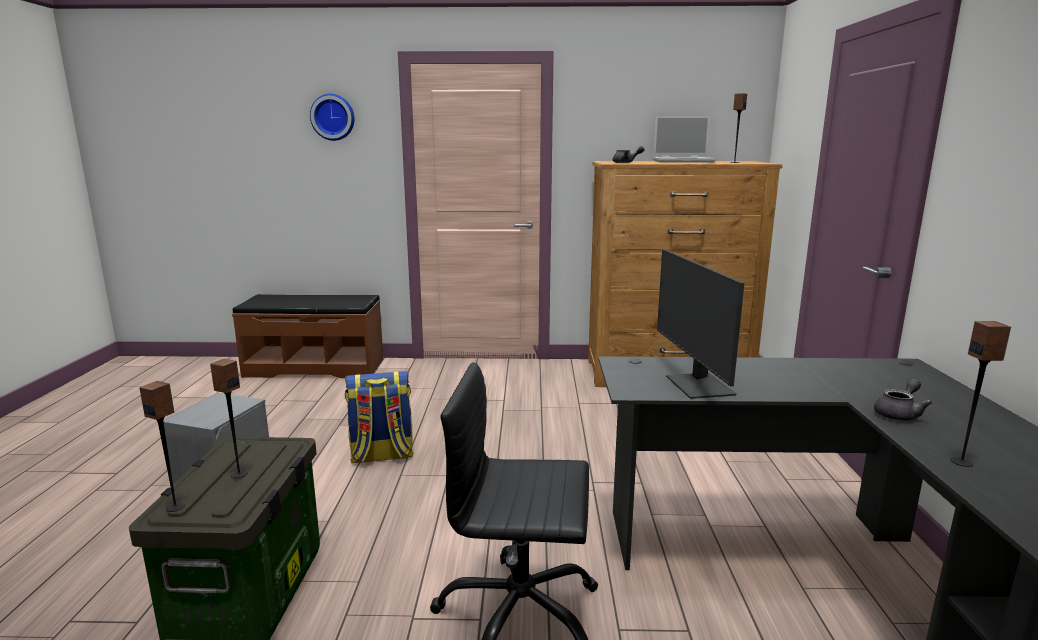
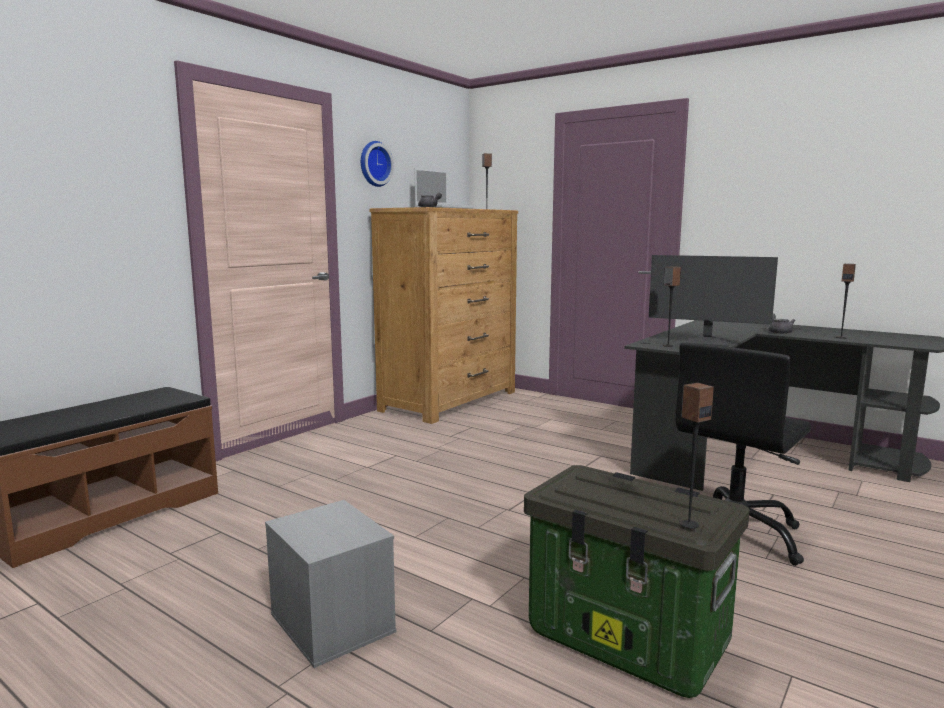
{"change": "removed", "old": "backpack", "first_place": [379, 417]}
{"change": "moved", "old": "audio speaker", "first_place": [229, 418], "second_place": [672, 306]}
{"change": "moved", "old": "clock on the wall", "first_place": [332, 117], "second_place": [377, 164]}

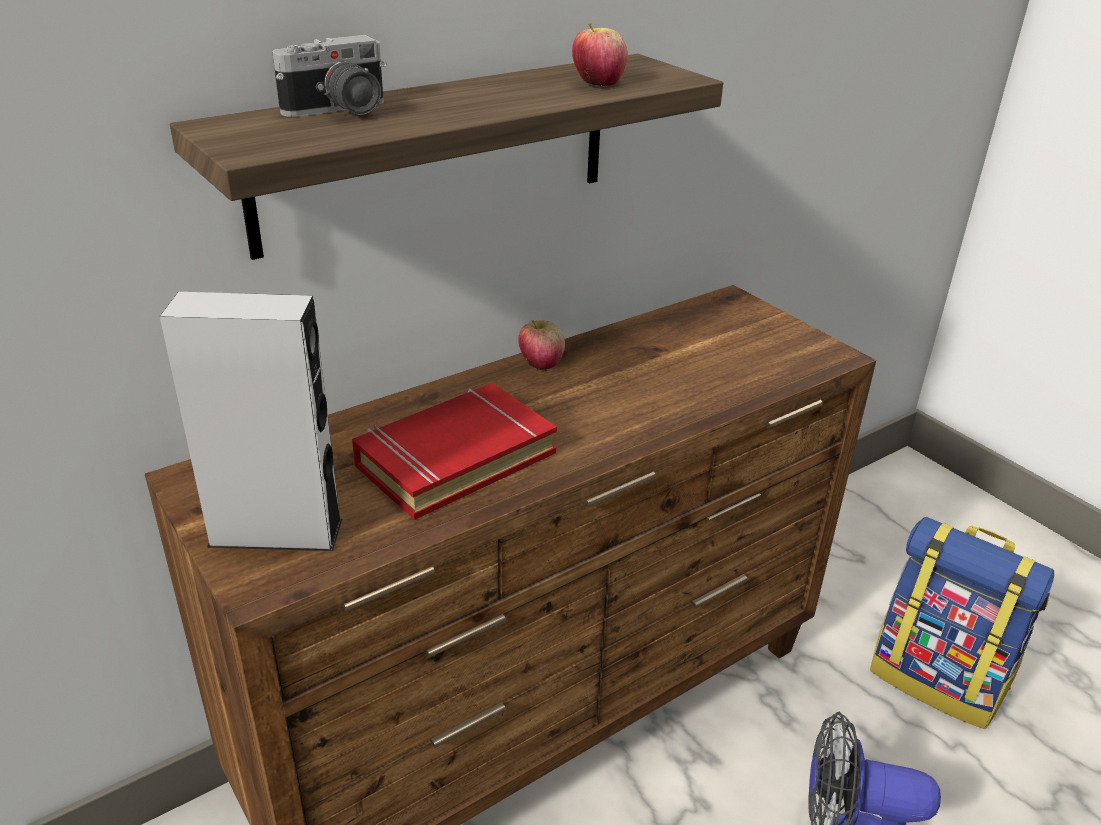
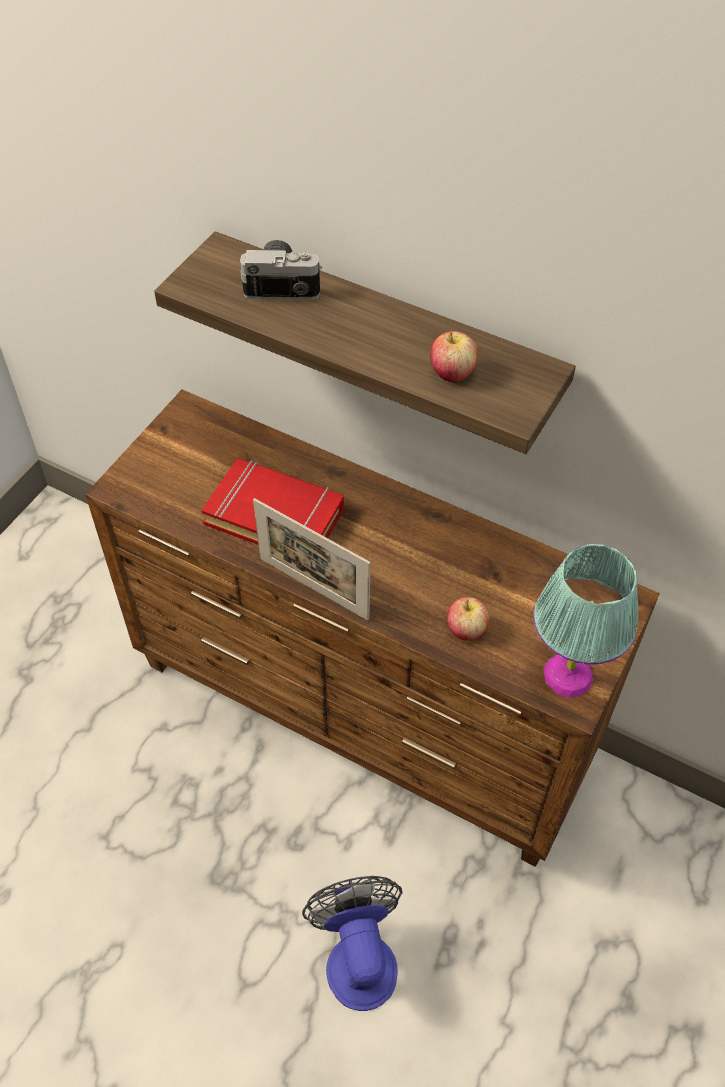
{"change": "removed", "old": "audio speaker in grey", "first_place": [251, 421]}
{"change": "removed", "old": "backpack", "first_place": [962, 623]}
{"change": "added", "new": "standing frame", "second_place": [311, 559]}
{"change": "added", "new": "lamp for a table in blue-green", "second_place": [585, 621]}
{"change": "moved", "old": "apple fruit", "first_place": [541, 345], "second_place": [468, 619]}
{"change": "turned", "old": "still camera", "first_place": [329, 76], "second_place": [281, 270], "degrees": 150}

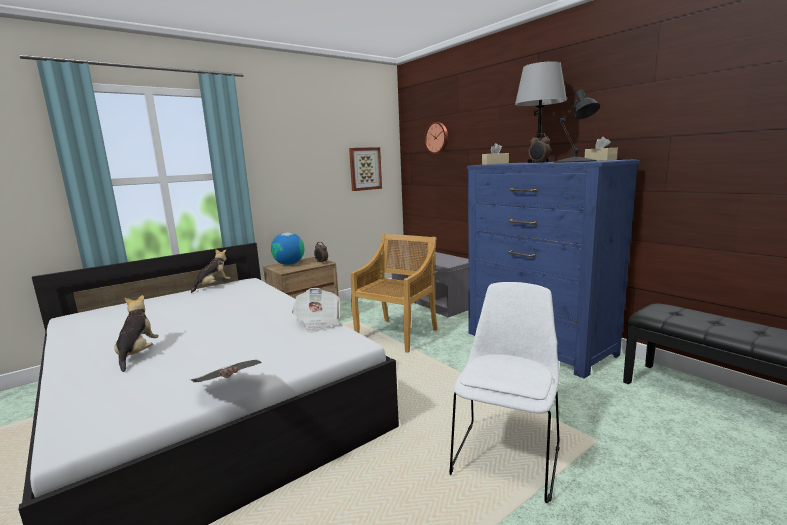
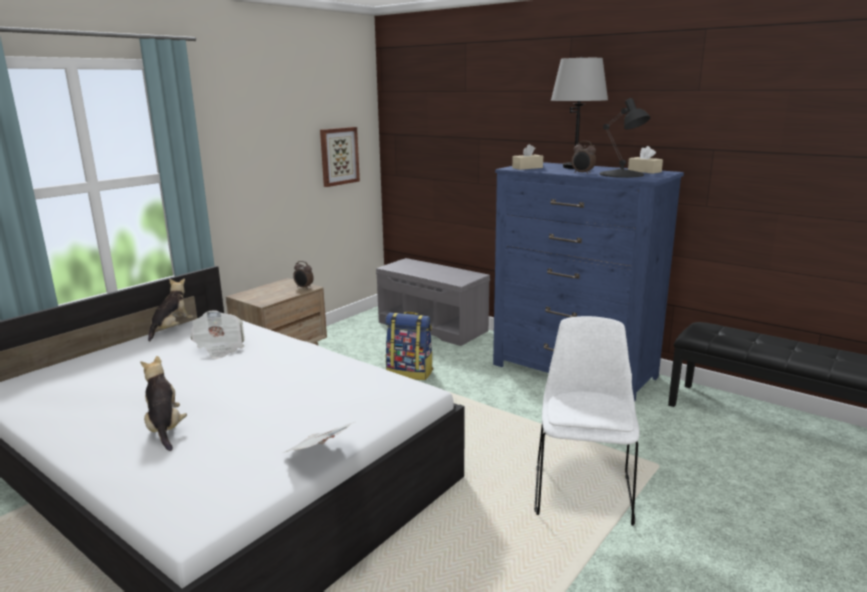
{"change": "removed", "old": "desk globe", "first_place": [287, 248]}
{"change": "removed", "old": "clock on the wall", "first_place": [436, 138]}
{"change": "moved", "old": "printed paper", "first_place": [316, 310], "second_place": [217, 334]}
{"change": "replaced", "old": "plain chair in sand-coloured", "new": "backpack", "first_place": [394, 293], "second_place": [409, 346]}

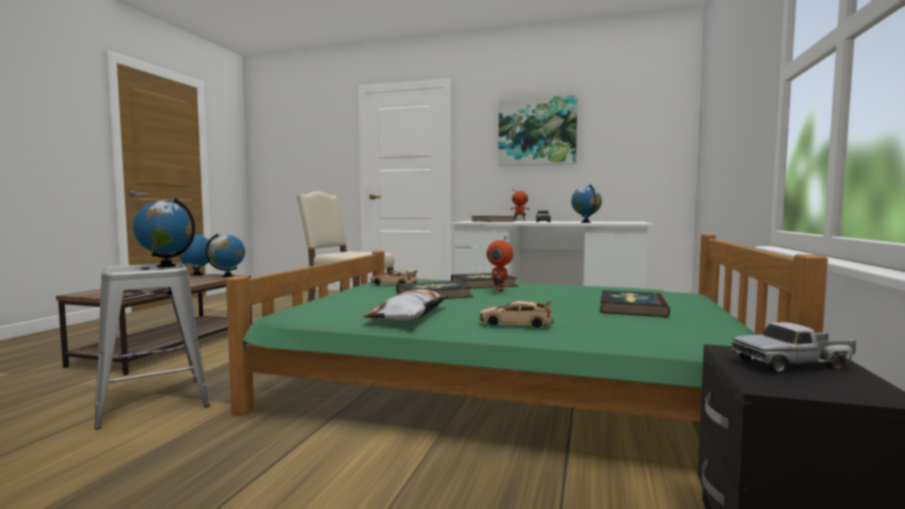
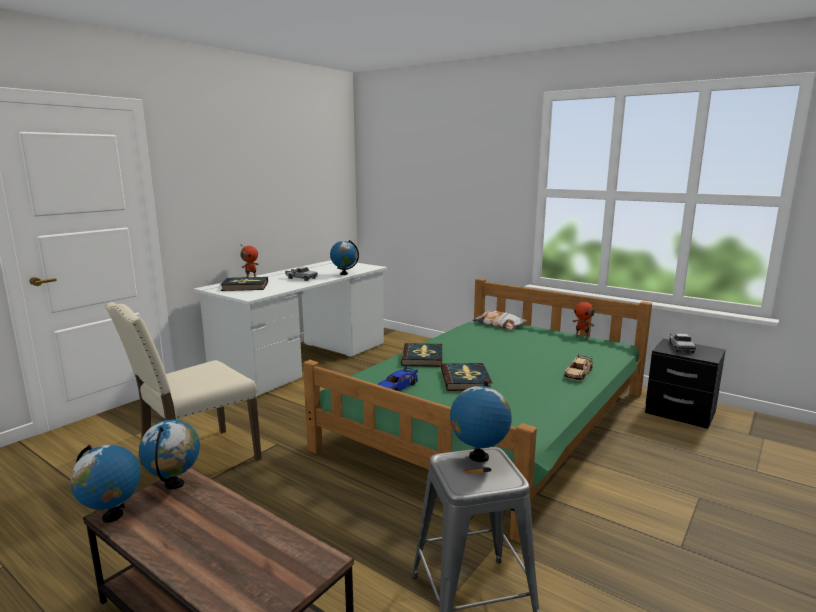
{"change": "removed", "old": "wall picture", "first_place": [538, 130]}
{"change": "removed", "old": "bound book", "first_place": [635, 303]}
{"change": "moved", "old": "cushion", "first_place": [405, 305], "second_place": [499, 320]}
{"change": "moved", "old": "model robot", "first_place": [500, 265], "second_place": [583, 318]}
{"change": "recoloured", "old": "miniature car in sand-coloured", "new": "miniature car in blue-coloured", "first_place": [394, 277], "second_place": [397, 378]}

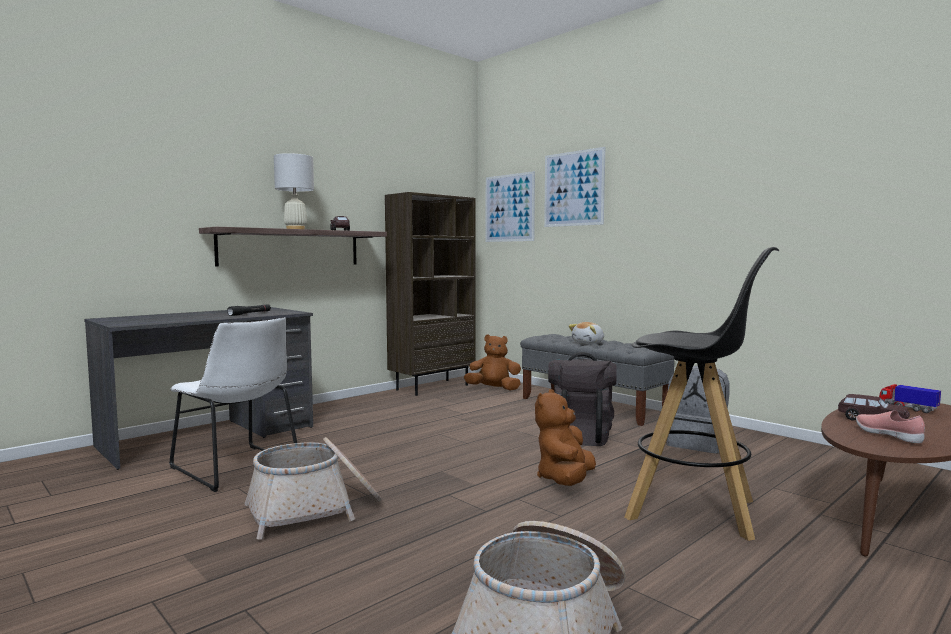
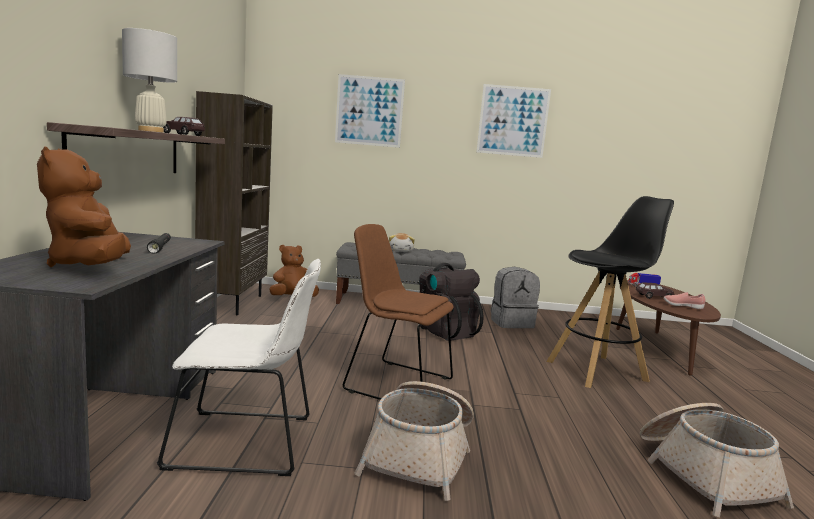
{"change": "added", "new": "plain chair in brown-coloured", "second_place": [398, 312]}
{"change": "moved", "old": "wall picture", "first_place": [510, 206], "second_place": [514, 121]}
{"change": "moved", "old": "cuddly toy in brown-coloured", "first_place": [565, 437], "second_place": [84, 206]}

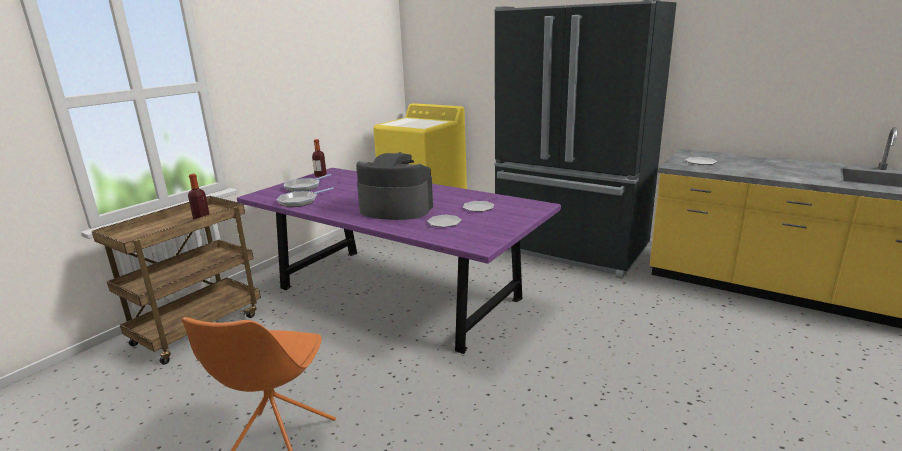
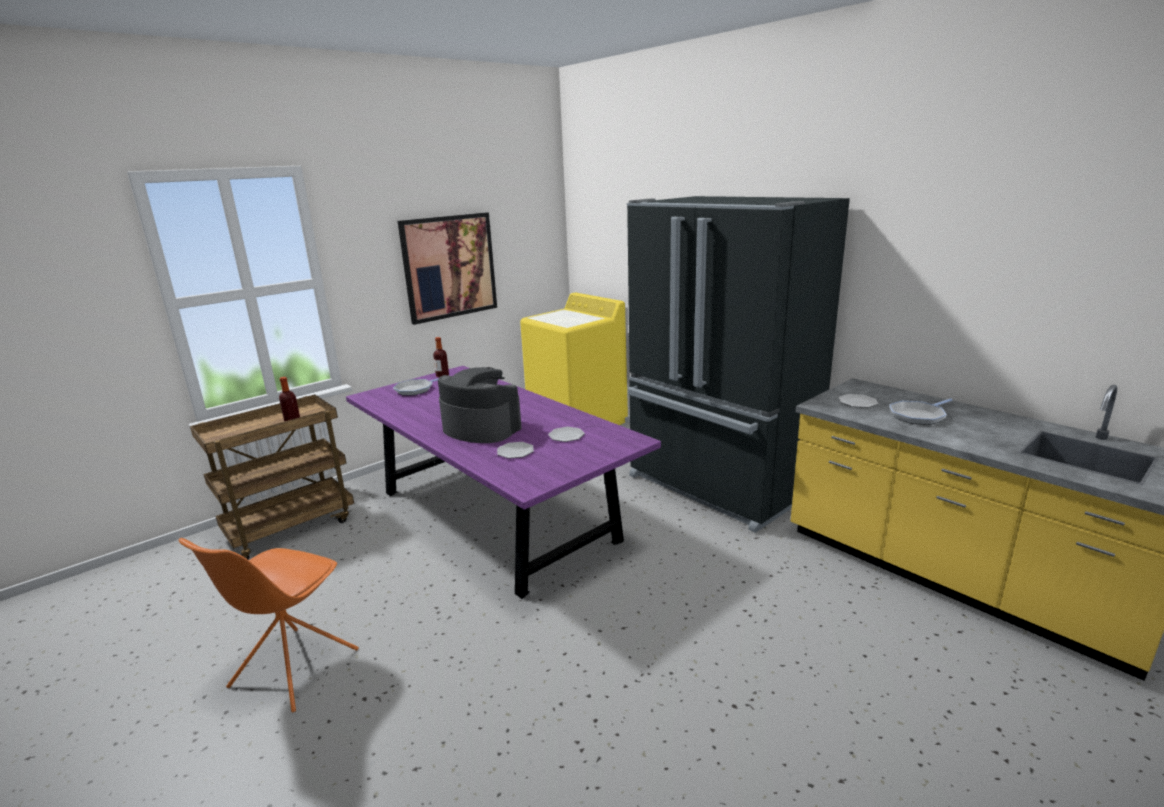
{"change": "added", "new": "wall picture", "second_place": [447, 268]}
{"change": "moved", "old": "frying pan", "first_place": [305, 197], "second_place": [920, 411]}

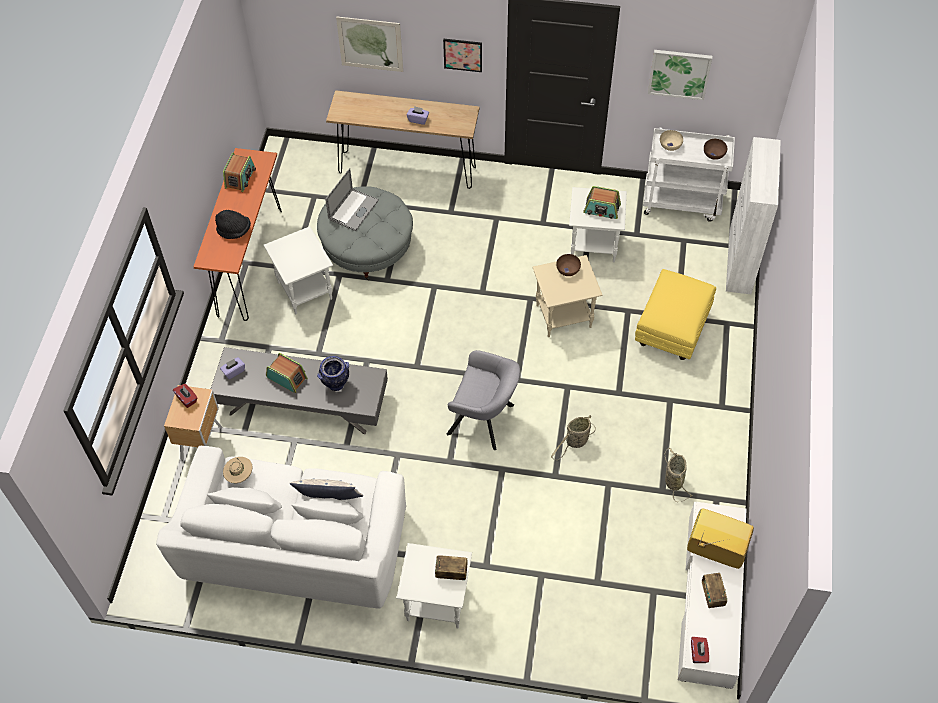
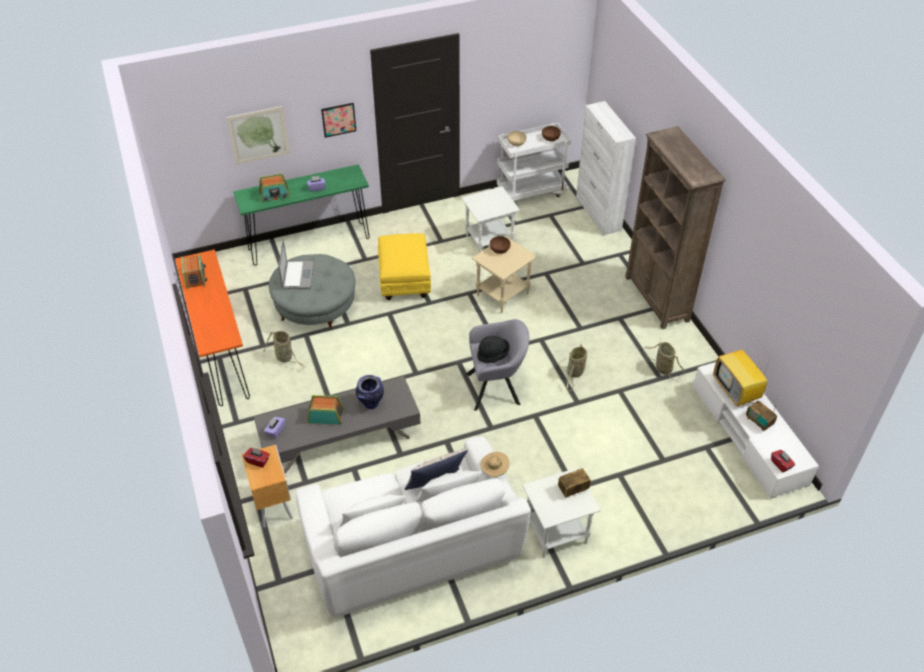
{"change": "removed", "old": "wall picture", "first_place": [680, 75]}
{"change": "added", "new": "bookcase in brown-coloured", "second_place": [675, 227]}
{"change": "moved", "old": "wearable hat in blackish", "first_place": [233, 224], "second_place": [493, 349]}
{"change": "moved", "old": "wearable hat in sand-coloured", "first_place": [237, 470], "second_place": [495, 464]}
{"change": "moved", "old": "radio set", "first_place": [602, 202], "second_place": [275, 188]}
{"change": "moved", "old": "footrest in yellow-coloured", "first_place": [675, 314], "second_place": [404, 266]}
{"change": "replaced", "old": "accent table in white-coloured", "new": "basket", "first_place": [298, 270], "second_place": [284, 349]}
{"change": "recoloured", "old": "console table in brown-coloured", "new": "console table in green", "first_place": [403, 139], "second_place": [301, 215]}
{"change": "turned", "old": "television", "first_place": [720, 538], "second_place": [741, 378], "degrees": -105}

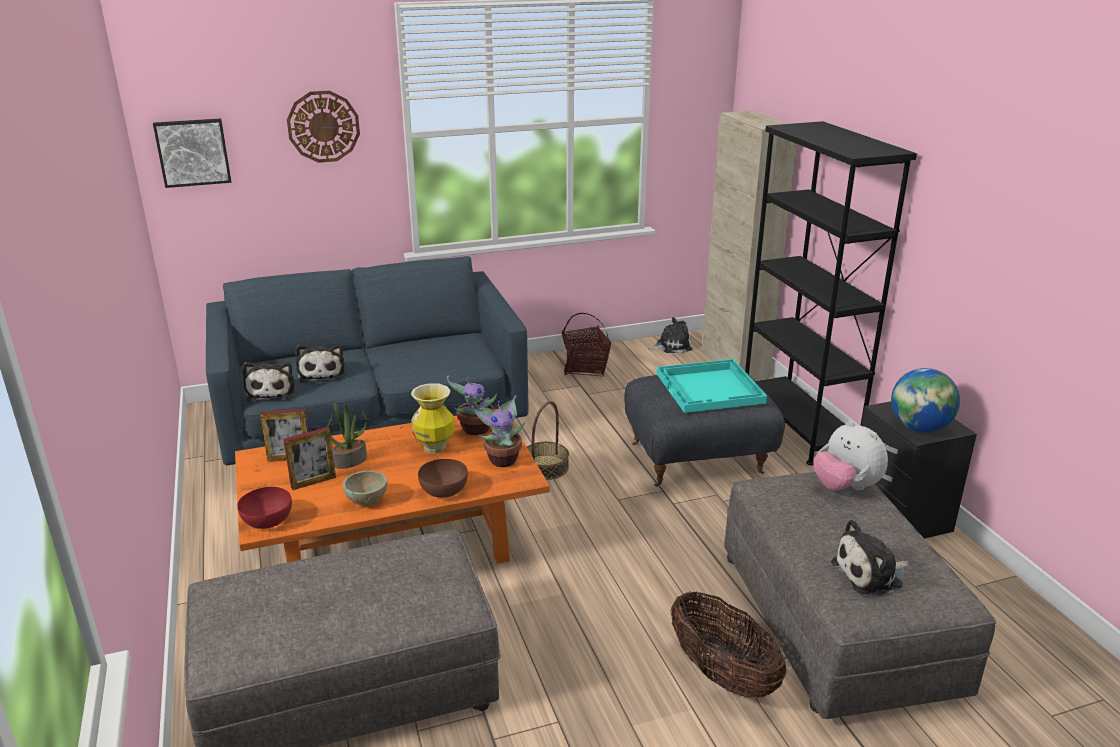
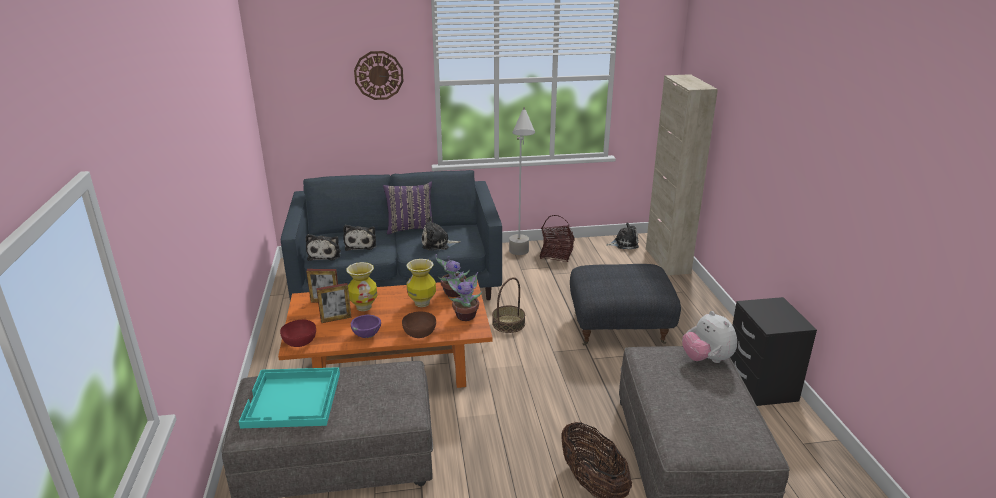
{"change": "removed", "old": "wall picture", "first_place": [192, 153]}
{"change": "removed", "old": "bookcase in blackish", "first_place": [831, 293]}
{"change": "removed", "old": "desk globe", "first_place": [925, 400]}
{"change": "added", "new": "cushion in purple-coloured", "second_place": [408, 208]}
{"change": "added", "new": "standard lamp in grey", "second_place": [522, 181]}
{"change": "moved", "old": "serving tray in blue-green", "first_place": [712, 386], "second_place": [289, 398]}
{"change": "moved", "old": "cuddly toy", "first_place": [870, 558], "second_place": [441, 234]}
{"change": "replaced", "old": "houseplant", "new": "flower vase", "first_place": [347, 436], "second_place": [361, 286]}
{"change": "recoloured", "old": "serving bowl in sand-coloured", "new": "serving bowl in purple-coloured", "first_place": [365, 487], "second_place": [366, 326]}

